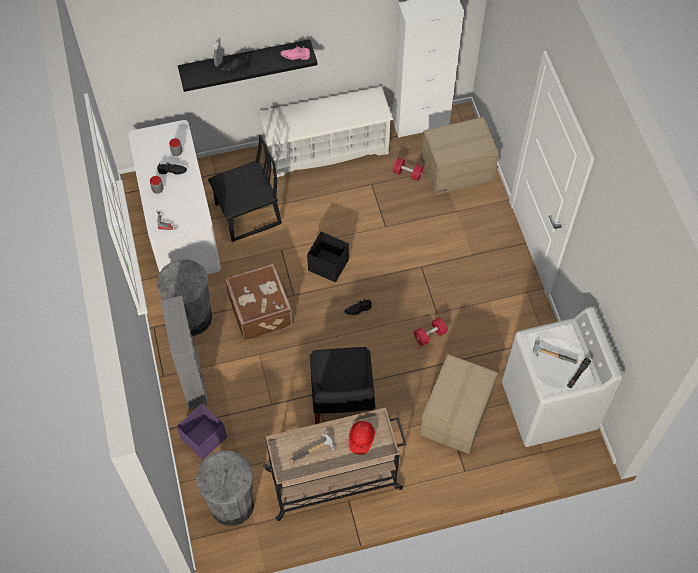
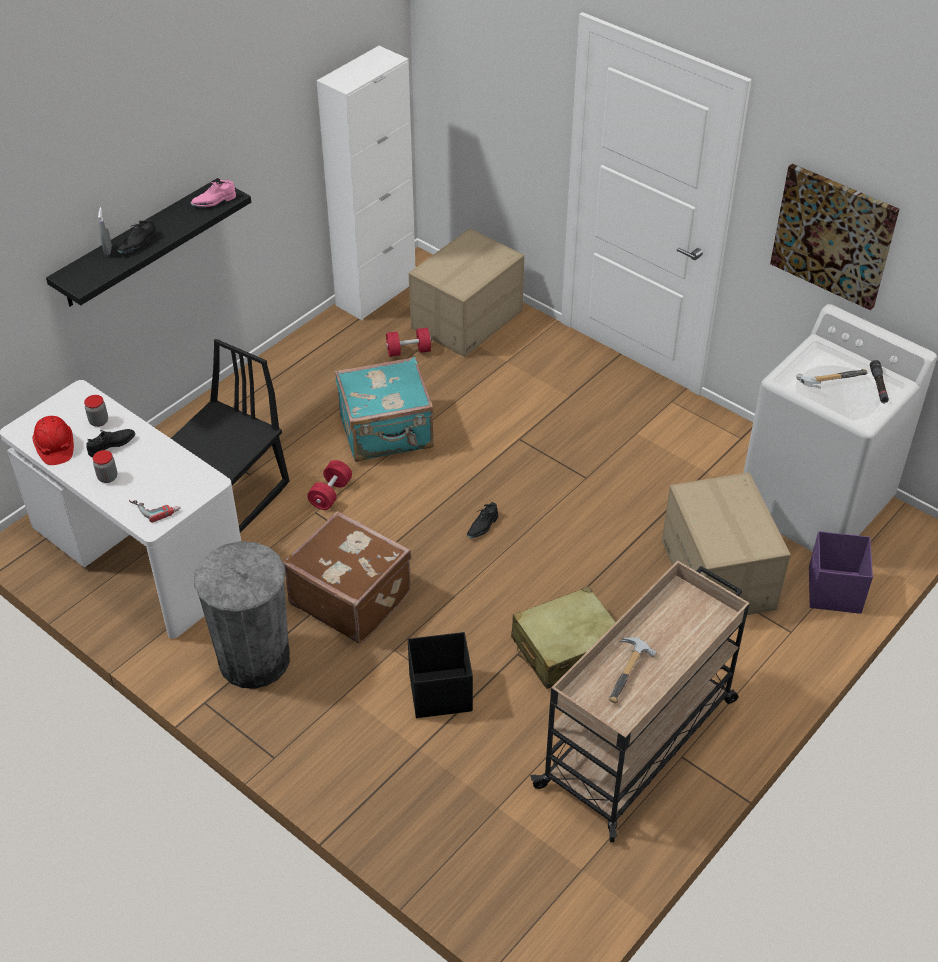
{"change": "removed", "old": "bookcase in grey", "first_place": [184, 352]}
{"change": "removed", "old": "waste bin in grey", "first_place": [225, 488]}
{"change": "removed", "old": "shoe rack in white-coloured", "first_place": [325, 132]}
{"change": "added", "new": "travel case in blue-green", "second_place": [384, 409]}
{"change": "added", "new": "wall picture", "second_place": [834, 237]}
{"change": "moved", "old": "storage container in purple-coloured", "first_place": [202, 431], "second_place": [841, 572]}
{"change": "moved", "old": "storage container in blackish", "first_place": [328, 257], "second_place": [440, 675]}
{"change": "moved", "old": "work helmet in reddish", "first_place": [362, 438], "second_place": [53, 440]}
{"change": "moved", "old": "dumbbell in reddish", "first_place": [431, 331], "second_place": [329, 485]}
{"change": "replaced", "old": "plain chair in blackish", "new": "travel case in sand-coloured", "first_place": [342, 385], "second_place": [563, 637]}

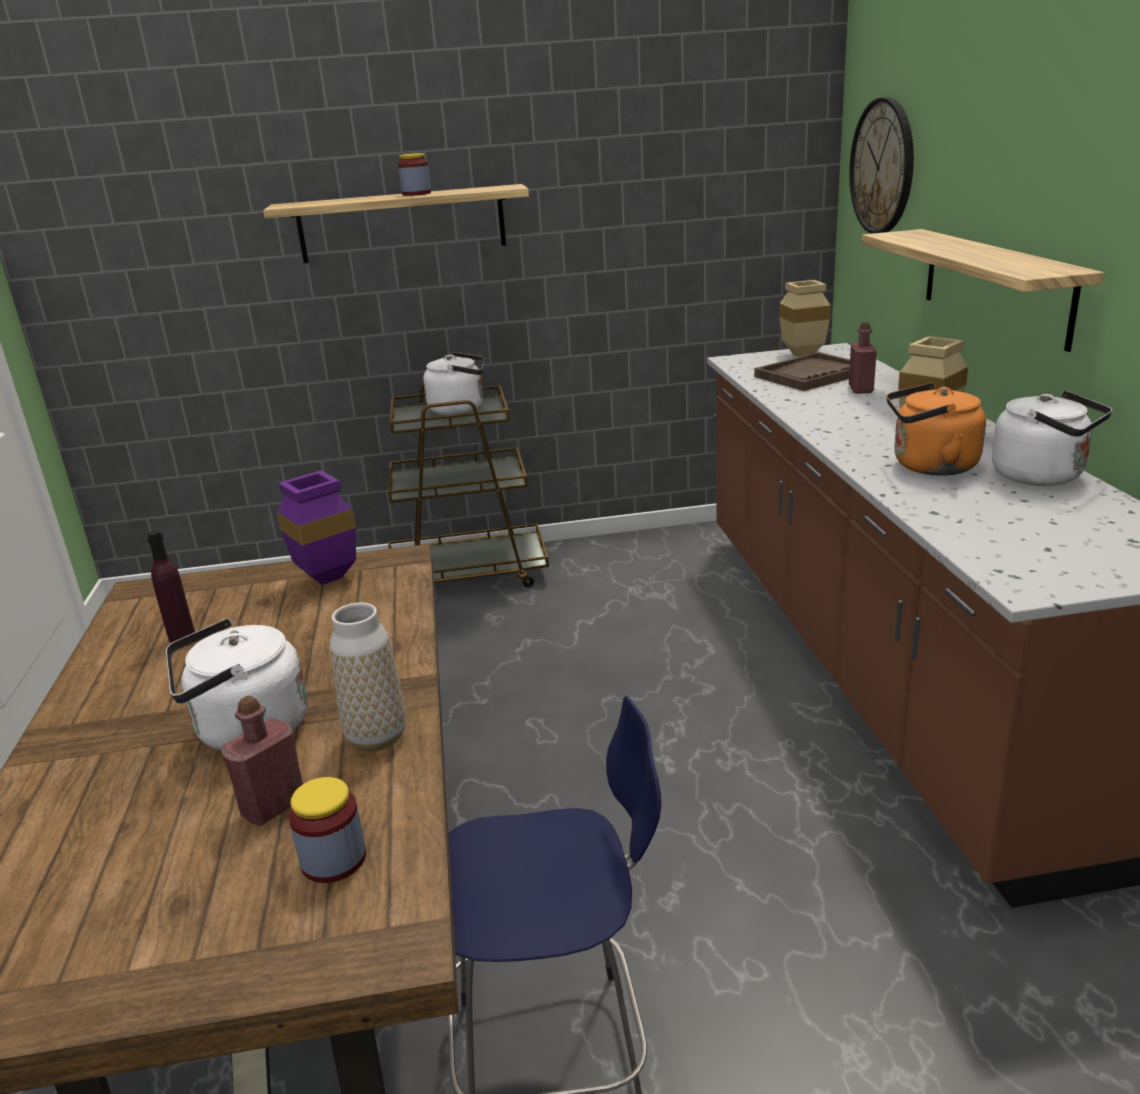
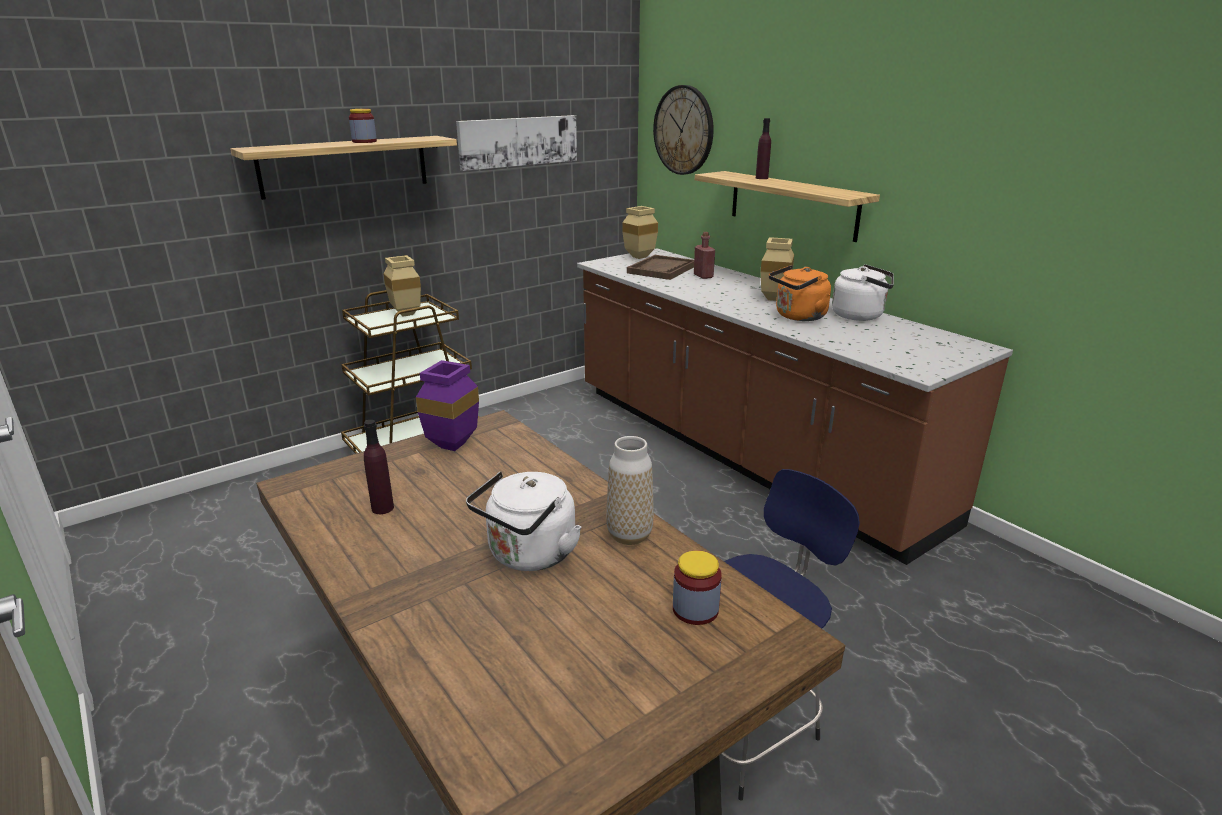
{"change": "removed", "old": "beverage bottle in reddish", "first_place": [262, 760]}
{"change": "added", "new": "wall picture", "second_place": [516, 143]}
{"change": "added", "new": "beverage bottle in purple-coloured", "second_place": [763, 148]}
{"change": "replaced", "old": "kettle in white-coloured", "new": "flower vase in sand-coloured", "first_place": [454, 383], "second_place": [402, 286]}

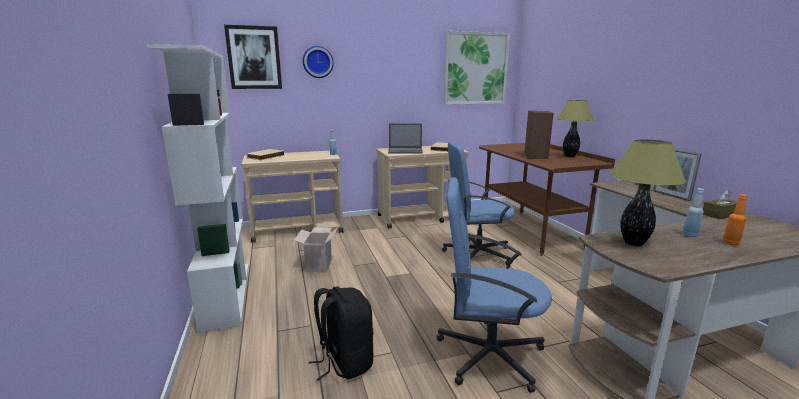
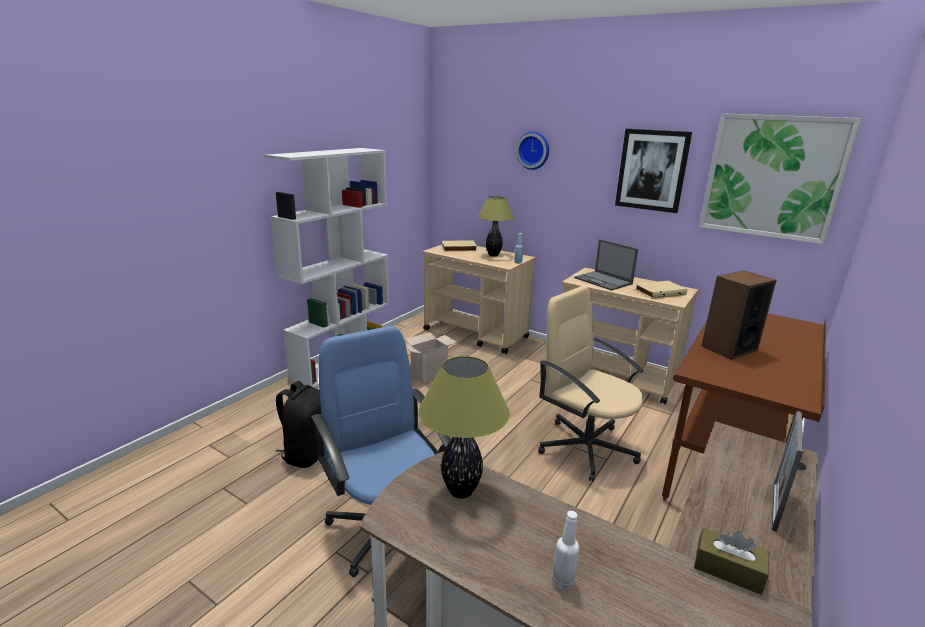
{"change": "removed", "old": "beverage bottle in blue-coloured", "first_place": [693, 212]}
{"change": "moved", "old": "wall picture", "first_place": [253, 57], "second_place": [653, 171]}
{"change": "moved", "old": "lamp for a table", "first_place": [575, 128], "second_place": [495, 226]}
{"change": "recoloured", "old": "computer chair in blue-coloured", "new": "computer chair in sand-coloured", "first_place": [478, 203], "second_place": [590, 384]}
{"change": "recoloured", "old": "beverage bottle in orange-coloured", "new": "beverage bottle in white-coloured", "first_place": [735, 220], "second_place": [565, 550]}

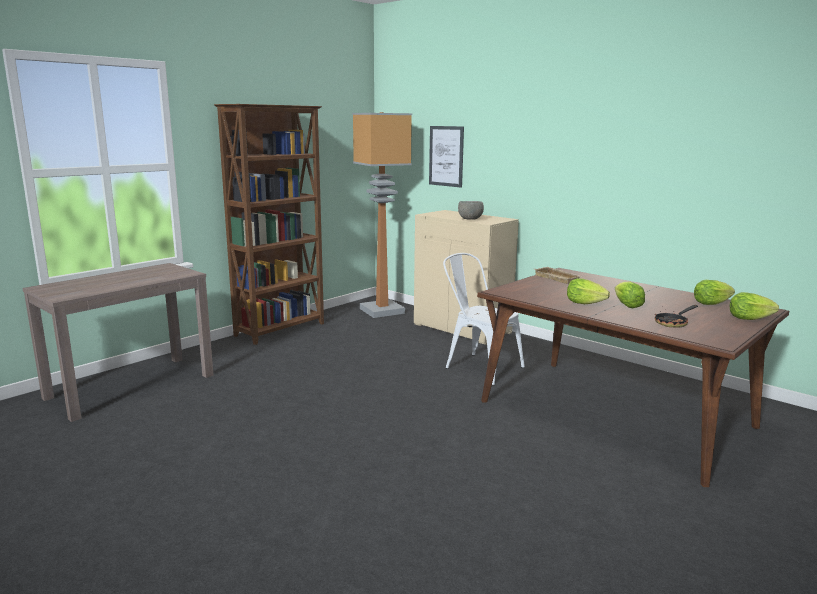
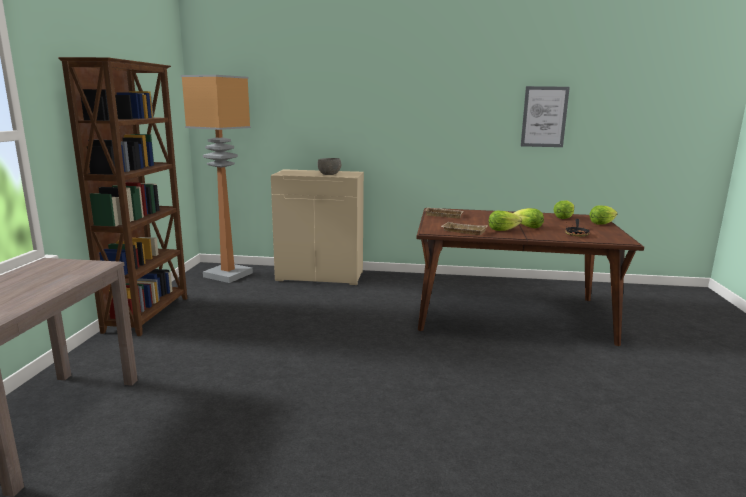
{"change": "removed", "old": "plain chair in white-coloured", "first_place": [484, 319]}
{"change": "added", "new": "serving tray in sand-coloured", "second_place": [464, 228]}
{"change": "moved", "old": "wall picture", "first_place": [446, 156], "second_place": [545, 116]}

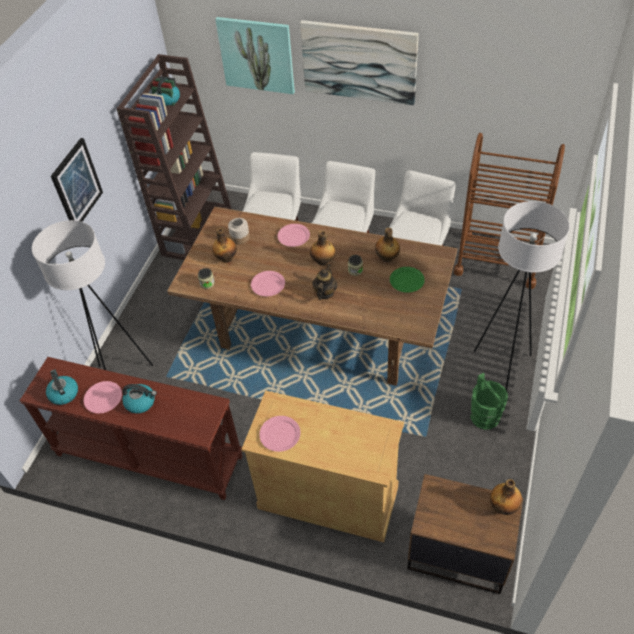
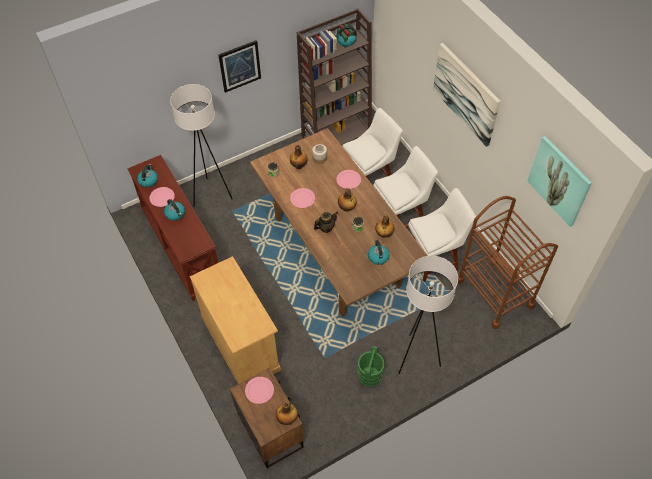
{"change": "moved", "old": "wall picture", "first_place": [255, 55], "second_place": [559, 181]}
{"change": "moved", "old": "dinner plate in pink", "first_place": [279, 434], "second_place": [259, 390]}
{"change": "replaced", "old": "dinner plate in green", "new": "kettle", "first_place": [407, 280], "second_place": [379, 252]}

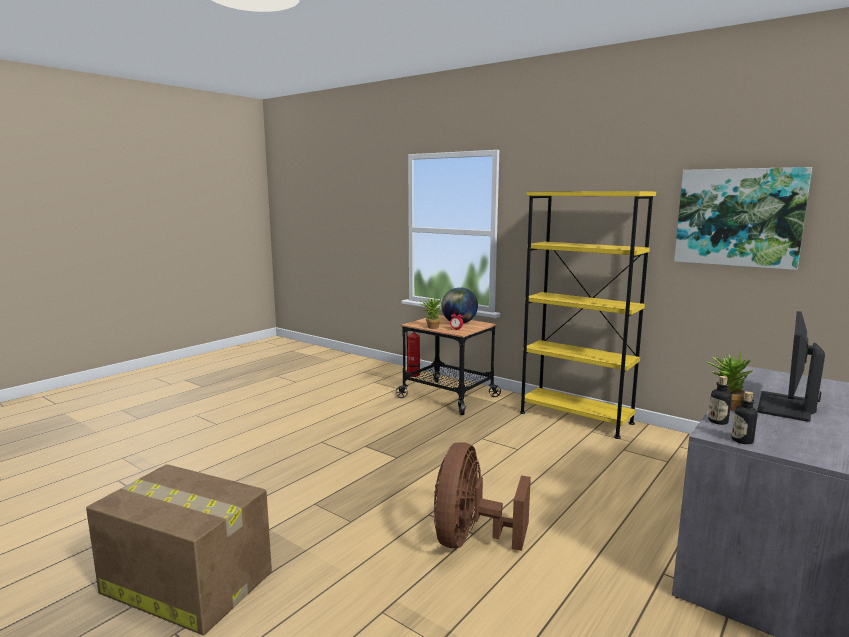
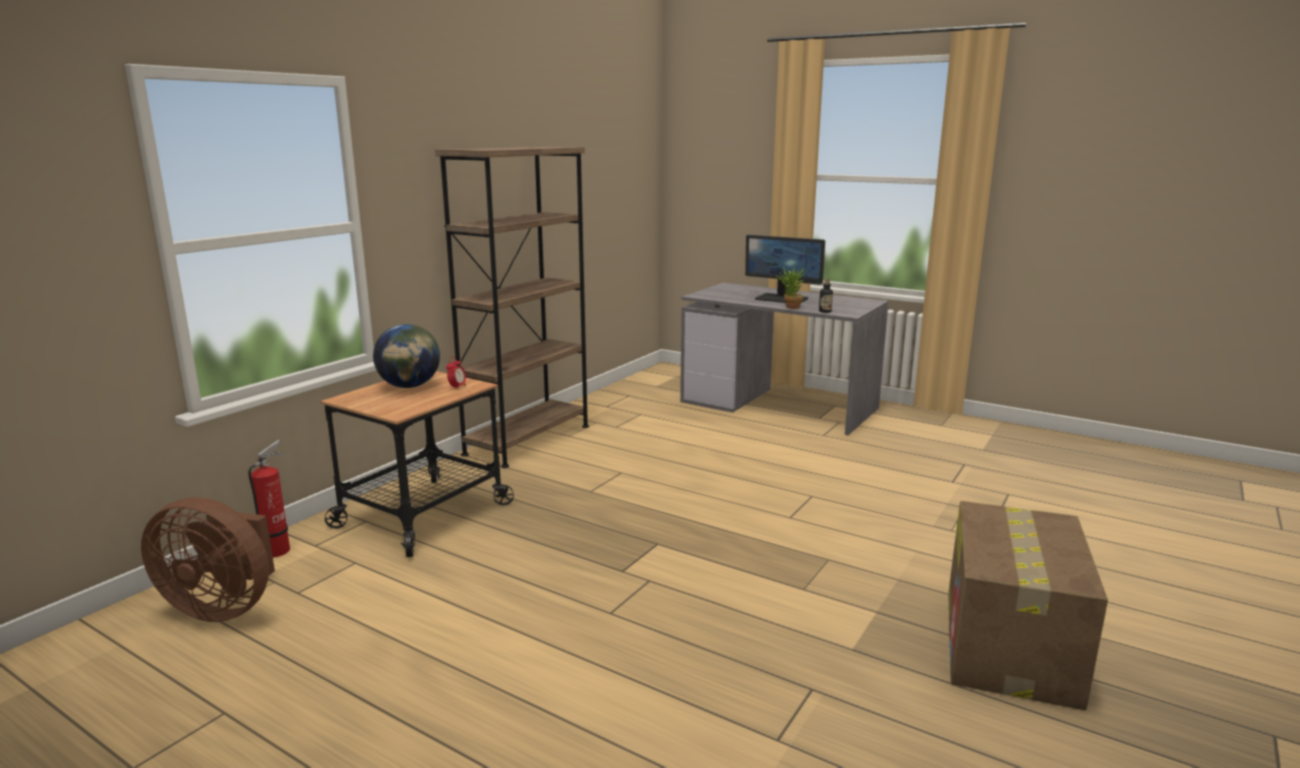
{"change": "removed", "old": "houseplant", "first_place": [431, 312]}
{"change": "removed", "old": "wall picture", "first_place": [743, 218]}
{"change": "removed", "old": "beverage bottle", "first_place": [745, 417]}
{"change": "moved", "old": "fan in brown-coloured", "first_place": [482, 496], "second_place": [208, 560]}
{"change": "recoloured", "old": "bookcase in yellow-coloured", "new": "bookcase in brown-coloured", "first_place": [588, 315], "second_place": [512, 307]}

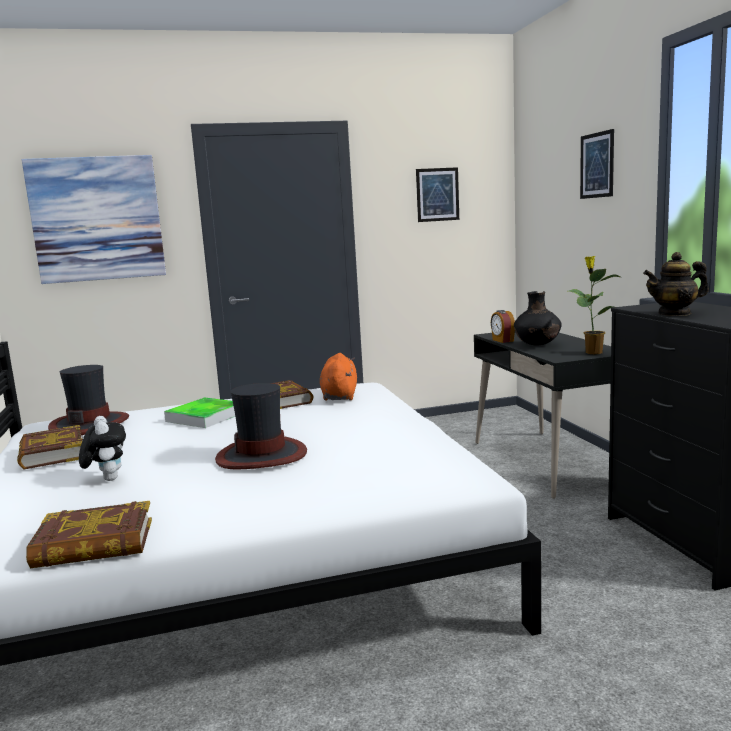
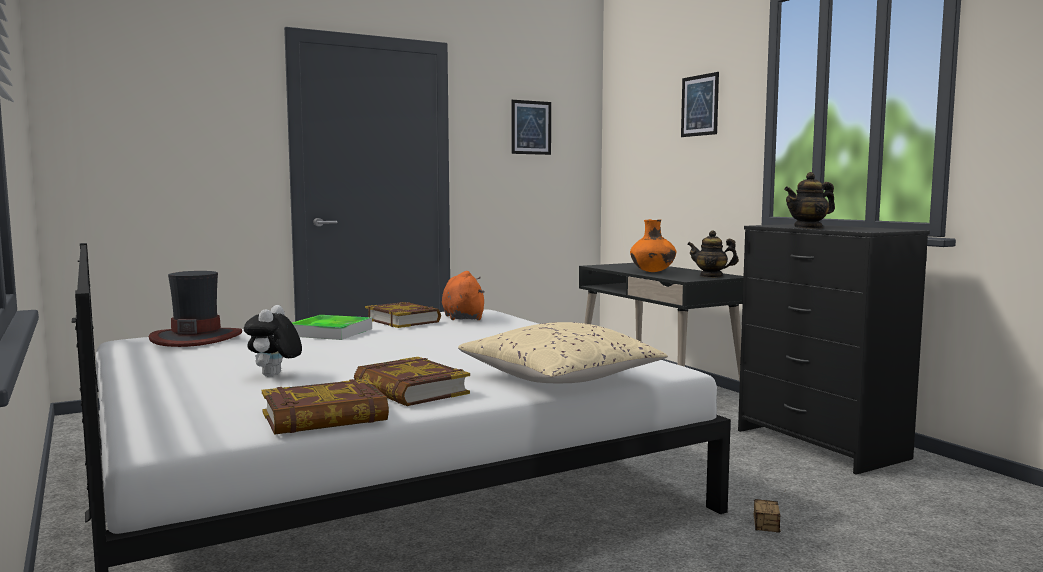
{"change": "removed", "old": "wall picture", "first_place": [94, 219]}
{"change": "removed", "old": "wearable hat", "first_place": [261, 426]}
{"change": "removed", "old": "alarm clock", "first_place": [503, 326]}
{"change": "added", "new": "cushion in sand-coloured", "second_place": [563, 352]}
{"change": "added", "new": "storage container", "second_place": [769, 511]}
{"change": "moved", "old": "bound book", "first_place": [50, 447], "second_place": [412, 381]}
{"change": "replaced", "old": "houseplant", "new": "tea pot", "first_place": [594, 305], "second_place": [713, 254]}
{"change": "recoloured", "old": "flower vase in blackish", "new": "flower vase in orange-coloured", "first_place": [538, 318], "second_place": [653, 245]}
{"change": "turned", "old": "cuddly toy", "first_place": [102, 448], "second_place": [273, 341], "degrees": -135}

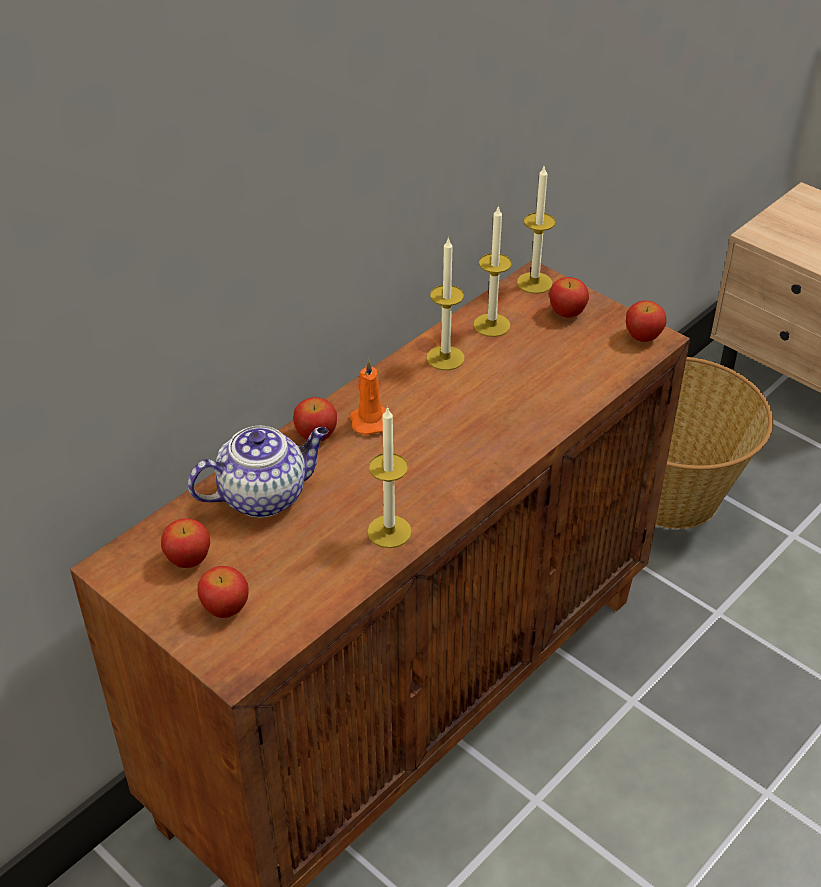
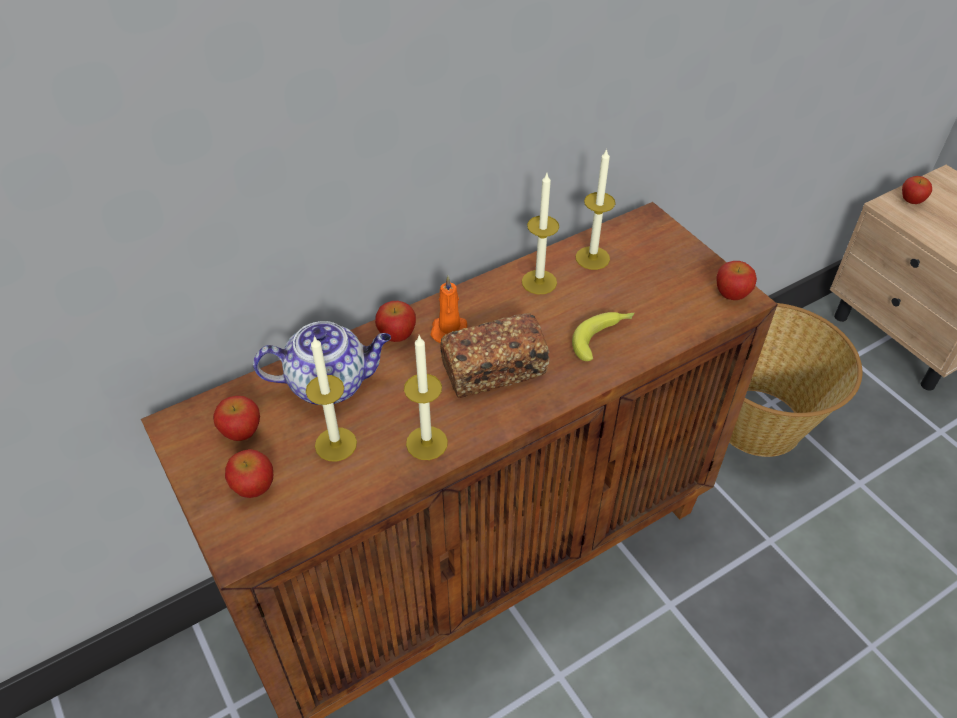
{"change": "added", "new": "baked bread", "second_place": [495, 355]}
{"change": "added", "new": "banana fruit", "second_place": [603, 336]}
{"change": "moved", "old": "wax light", "first_place": [536, 230], "second_place": [331, 398]}
{"change": "moved", "old": "apple fruit", "first_place": [569, 297], "second_place": [917, 190]}

